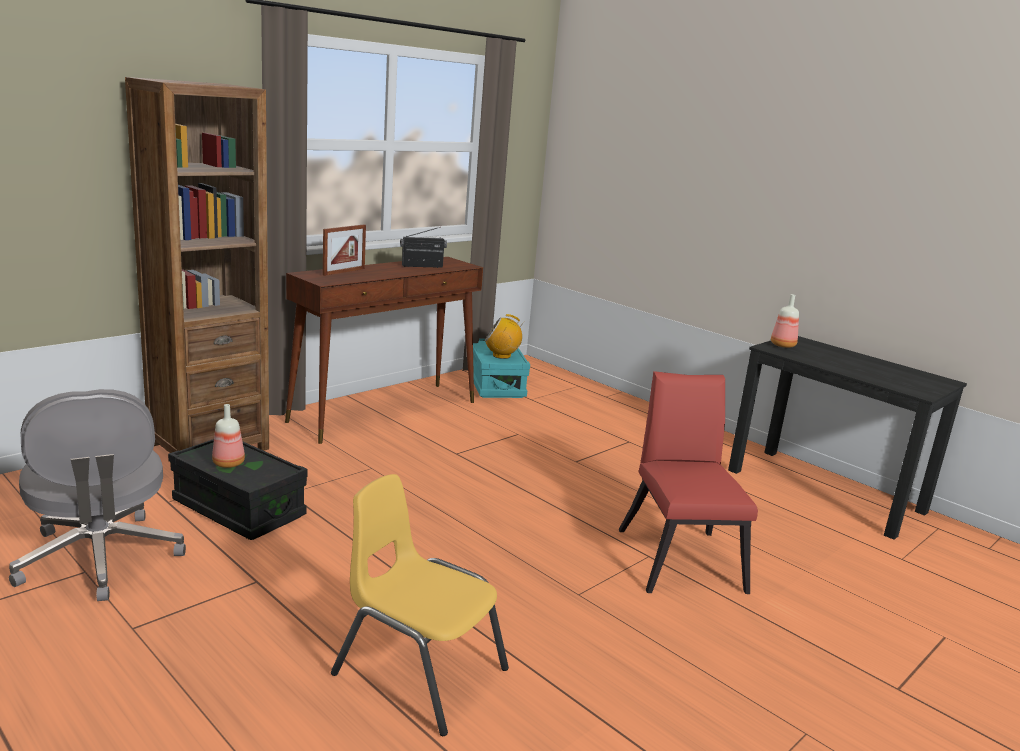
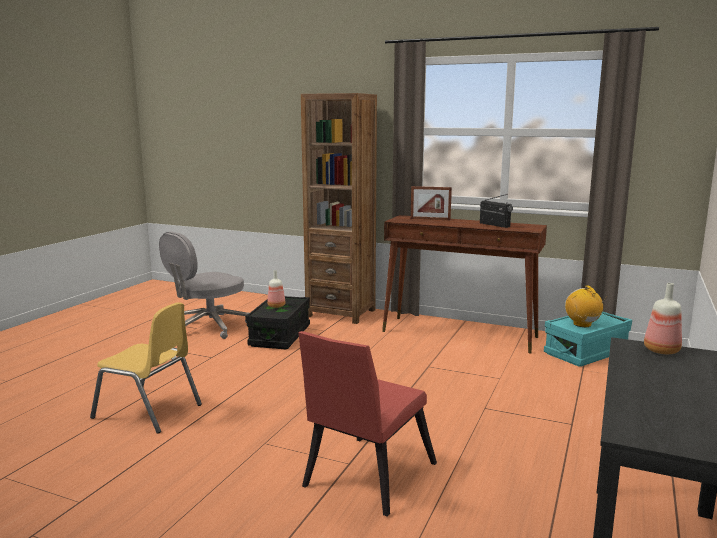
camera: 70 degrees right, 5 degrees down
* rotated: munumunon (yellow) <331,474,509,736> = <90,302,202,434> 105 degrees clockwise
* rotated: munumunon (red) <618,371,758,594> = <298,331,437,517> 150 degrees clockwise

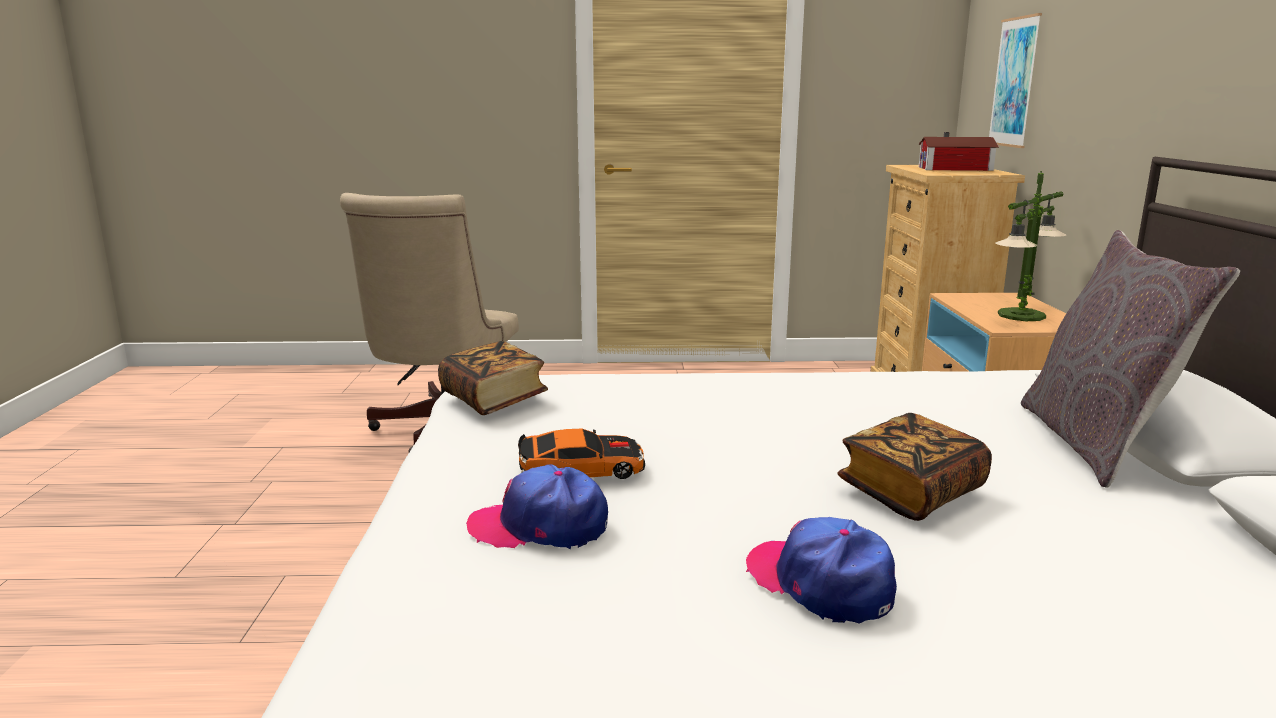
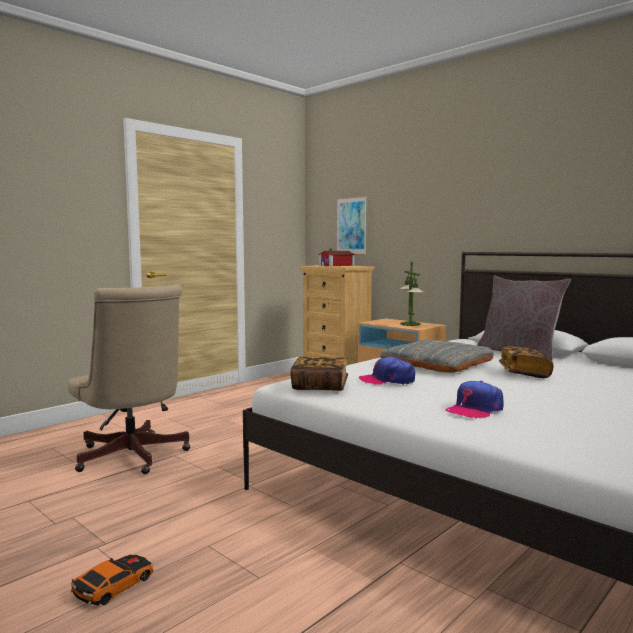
camera: 45 degrees left, 10 degrees down
* new: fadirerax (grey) <380,340,494,373>
* shifted: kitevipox <518,429,645,479> to <71,555,153,606>
* shifted: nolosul <746,517,897,623> to <359,357,415,385>

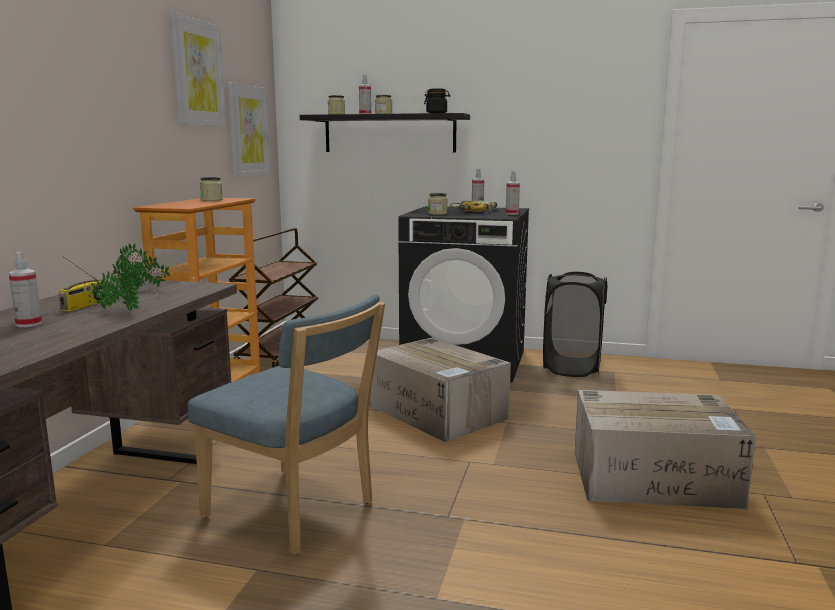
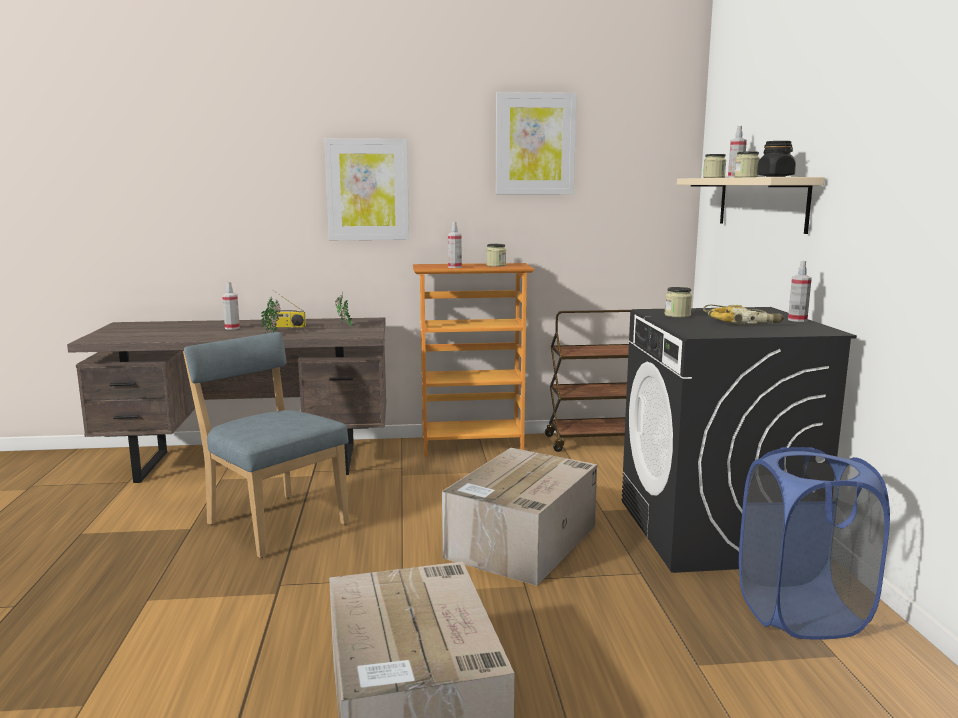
camera: 70 degrees right, 0 degrees up
* shifted: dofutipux <228,82,270,177> to <324,139,409,240>
* shifted: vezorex <506,171,520,215> to <448,222,462,268>
* repainted: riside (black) <300,113,470,152> to riside (beige) <677,177,825,234>
* repainted: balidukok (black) <543,272,607,377> to balidukok (blue) <739,447,890,640>
* rotated: munumunon (blue) <188,294,385,555> = <183,332,349,558> 120 degrees clockwise

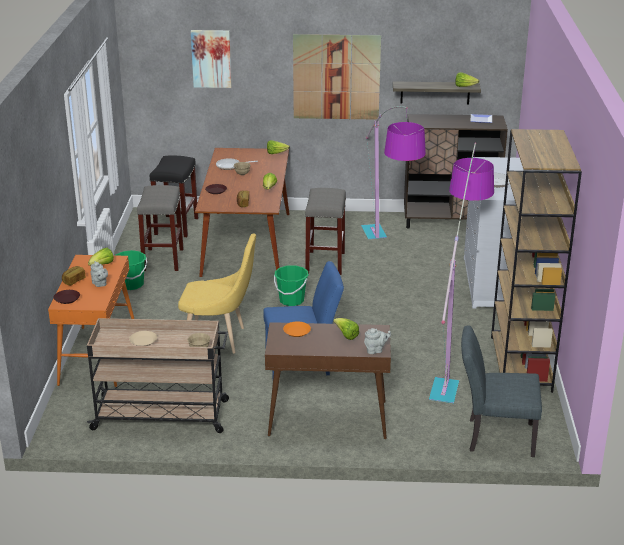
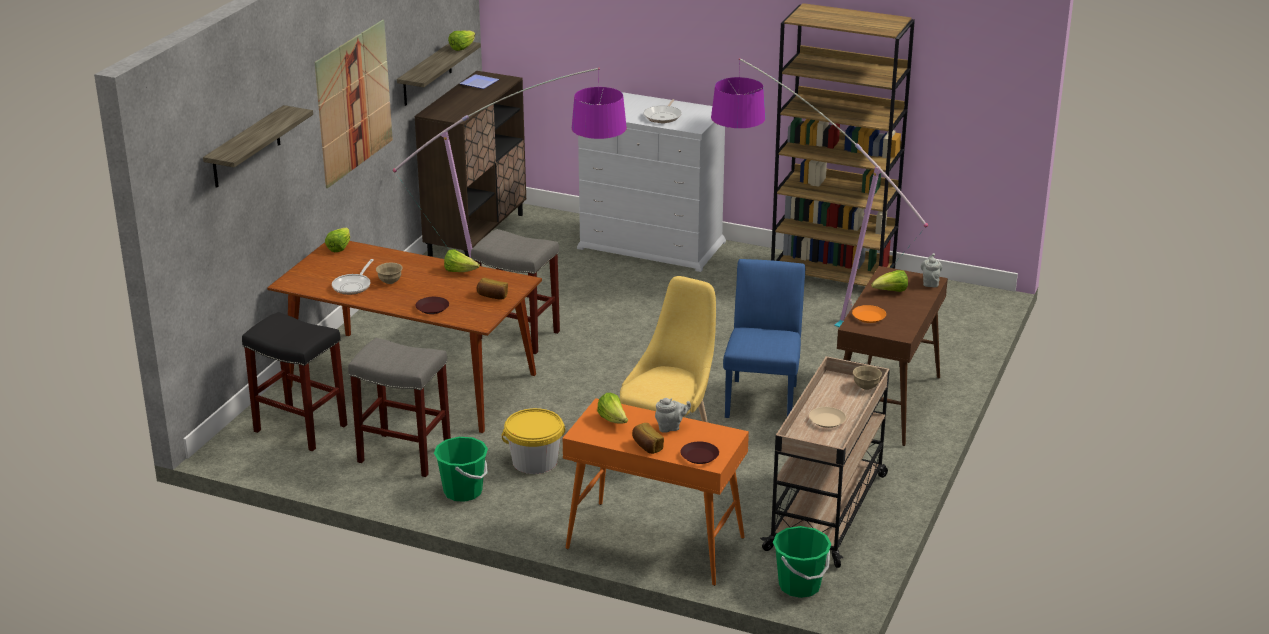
camera: 70 degrees left, 0 degrees up
* gone: munumunon (grey) <461,326,542,457>
* new: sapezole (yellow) <502,408,565,474>
* shifted: sapezole (green) <274,265,308,306> to <773,526,831,598>
* swapped: dofutipux <191,30,232,88> to riside <203,105,313,188>

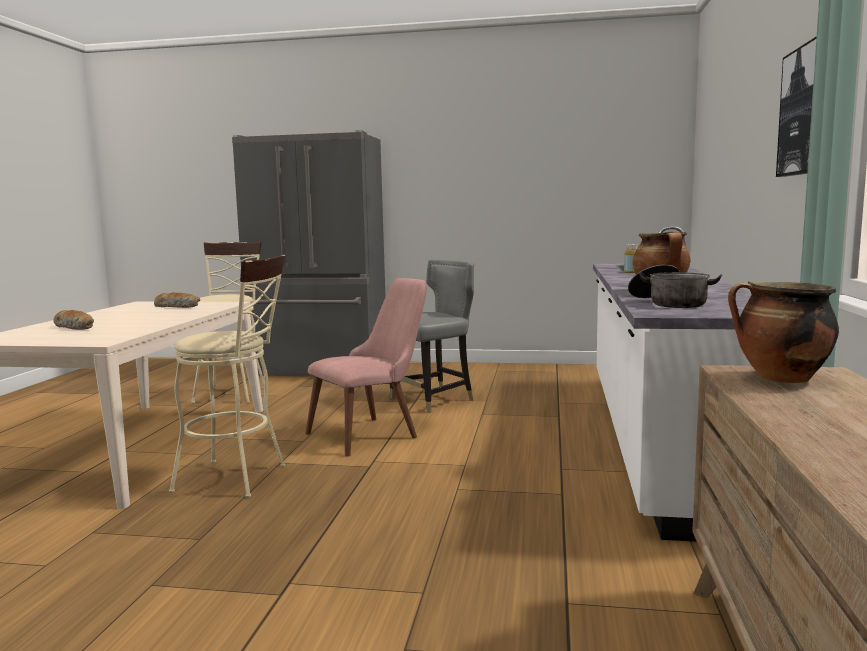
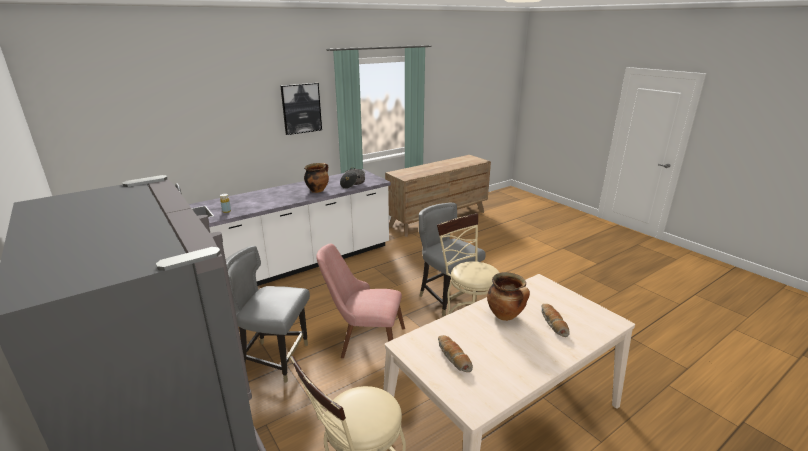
camera: 135 degrees left, 15 degrees up
* new: munumunon (grey) <419,203,486,316>
* shifted: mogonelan <728,282,839,383> to <487,272,530,321>

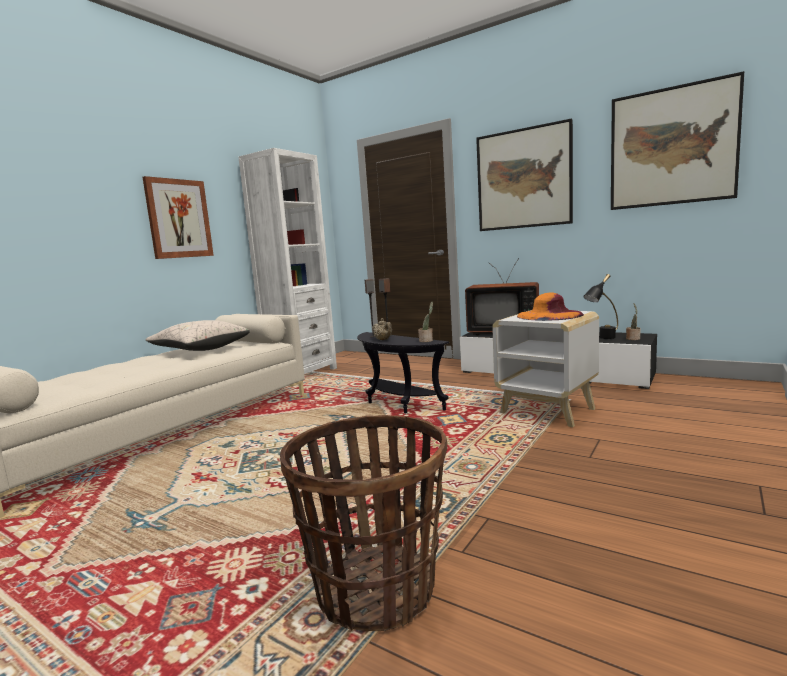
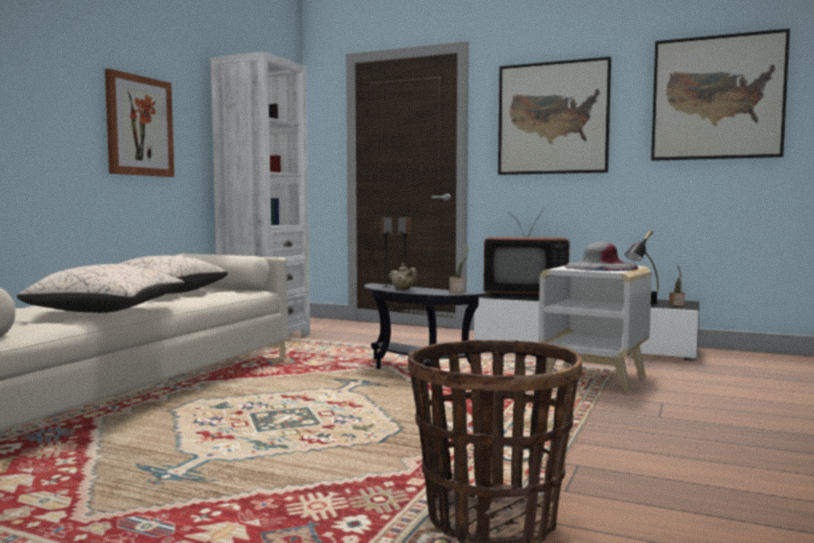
camera: 10 degrees left, 5 degrees down
* new: fadirerax (beige) <17,264,184,313>
* repainted: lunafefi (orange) <517,292,584,321> to lunafefi (grey) <565,242,639,271>

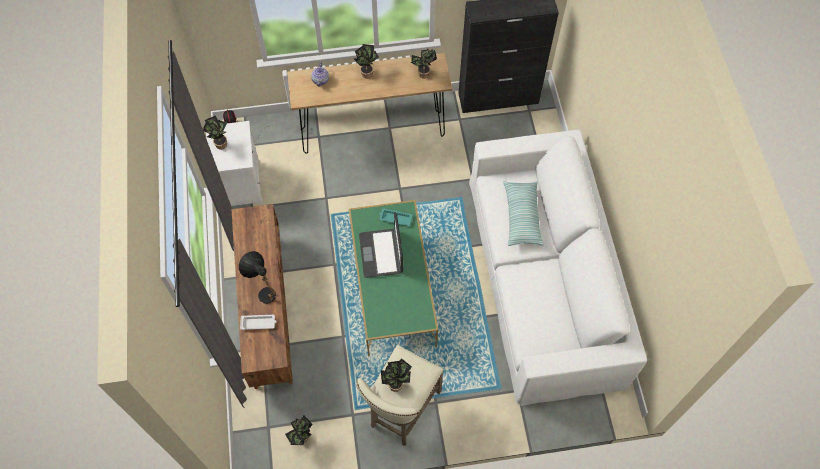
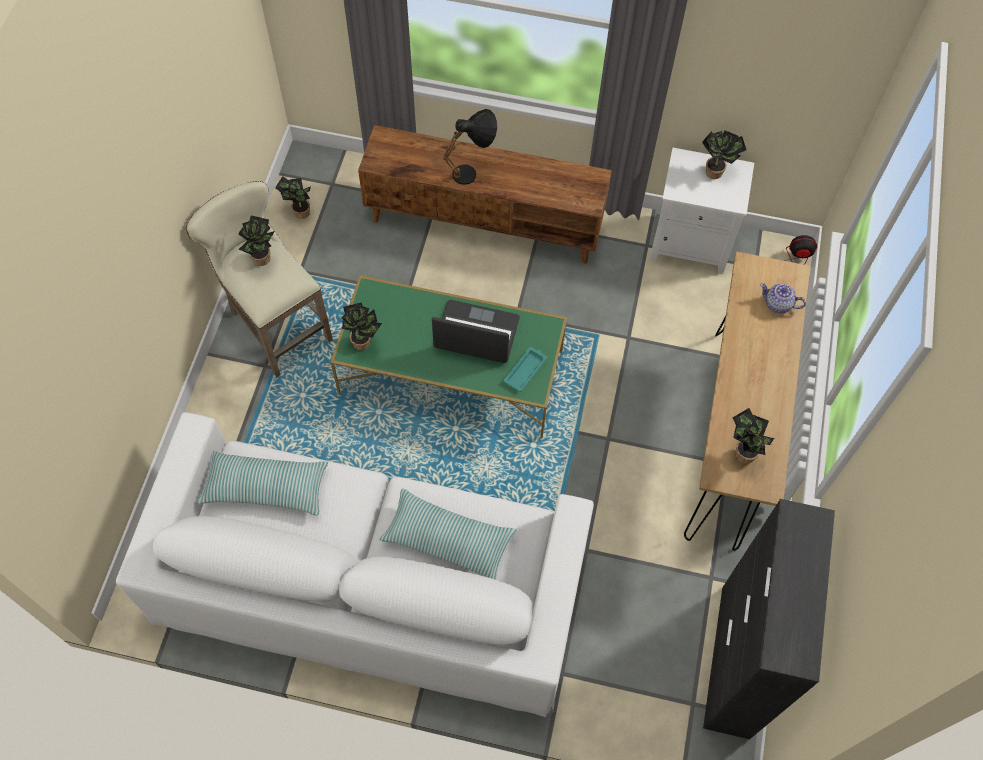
camera: 110 degrees right, 0 degrees up
* gone: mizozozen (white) <240,315,277,330>
* new: fadirerax <197,451,328,516>
* shifted: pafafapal <353,44,379,79> to <341,302,382,350>

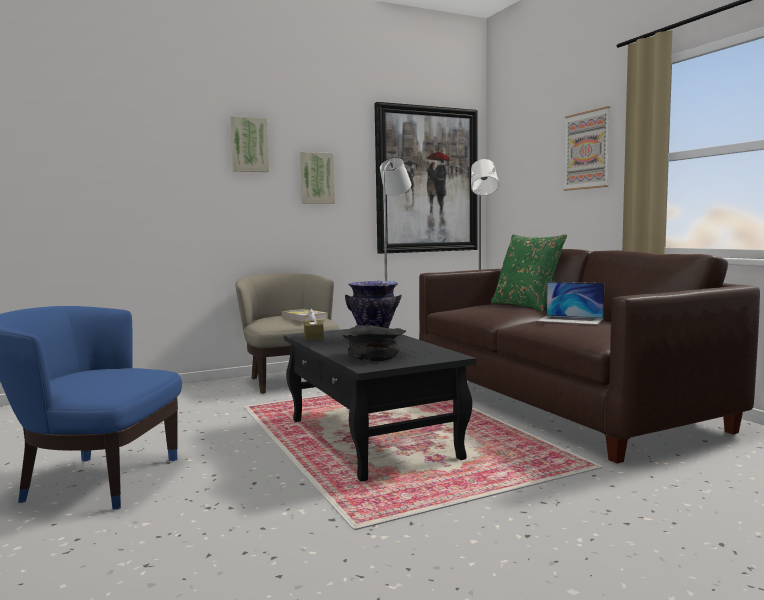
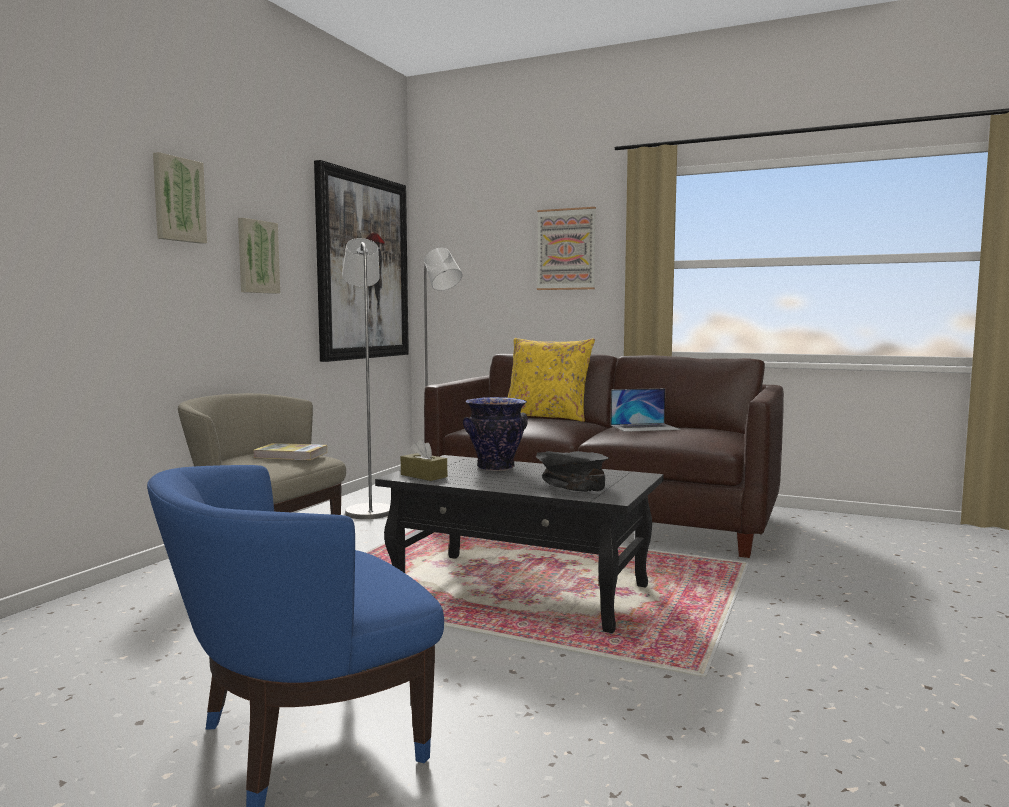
camera: 40 degrees left, 0 degrees up
* repainted: fadirerax (green) <491,234,567,312> to fadirerax (yellow) <507,338,595,422>

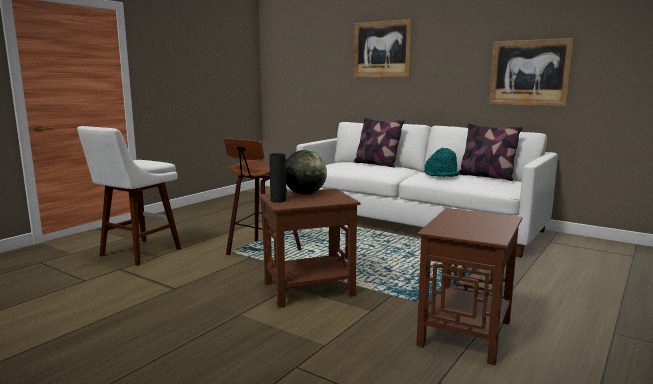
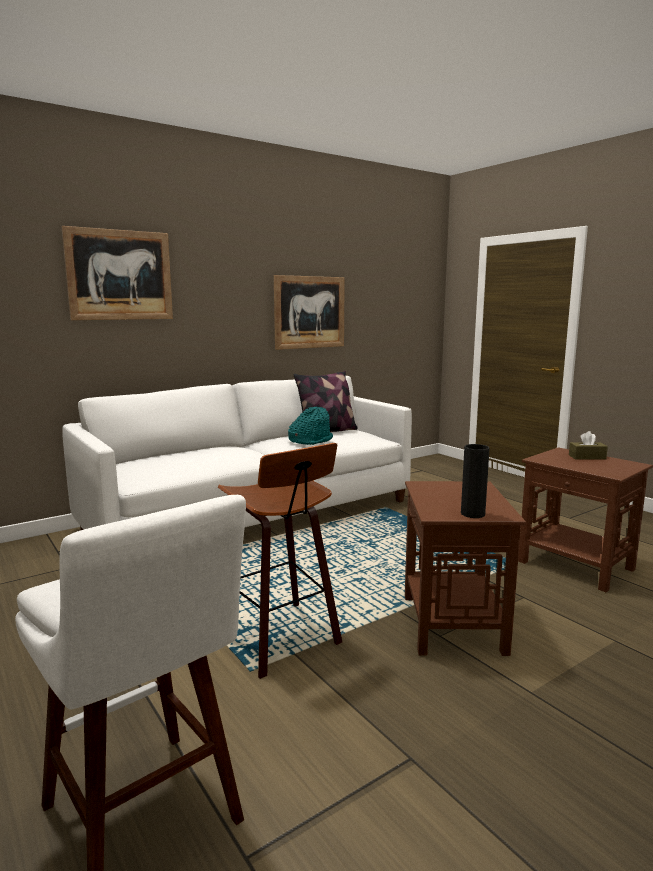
camera: 70 degrees left, 0 degrees up
* gone: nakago <286,150,327,195>
* gone: fadirerax <354,117,405,167>
* new: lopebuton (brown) <569,431,608,460>

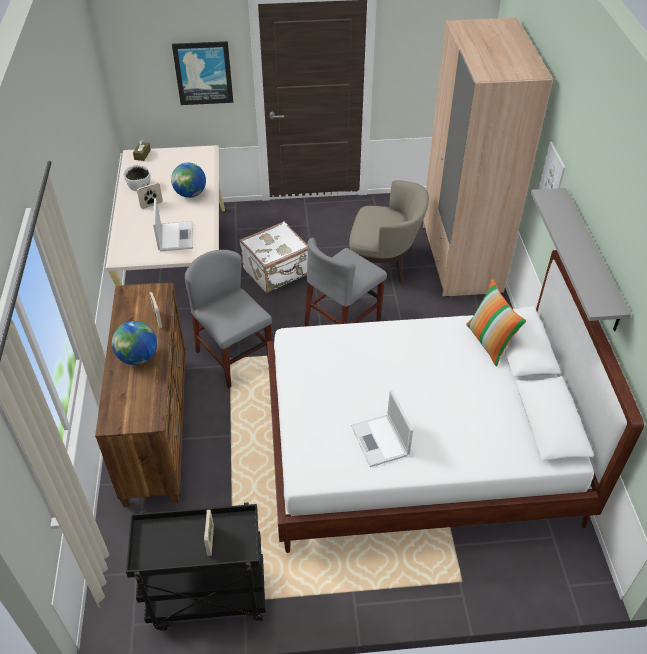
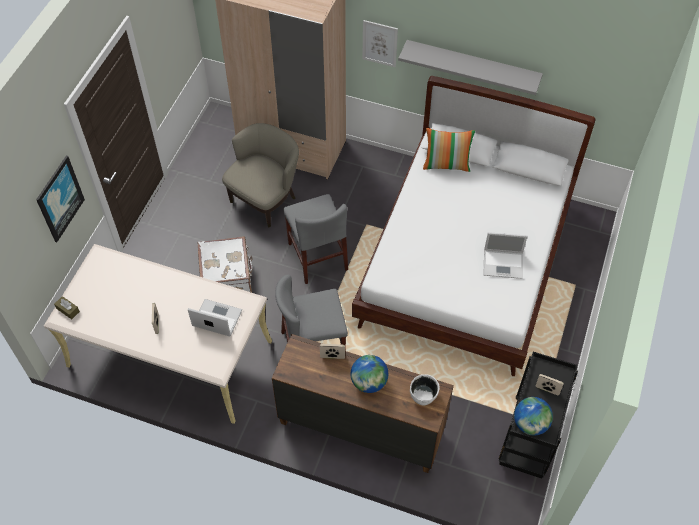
camera: 65 degrees left, 10 degrees up
* shifted: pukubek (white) <123,165,151,191> to <410,374,440,405>
* shifted: nakago <171,163,206,198> to <514,397,553,435>

